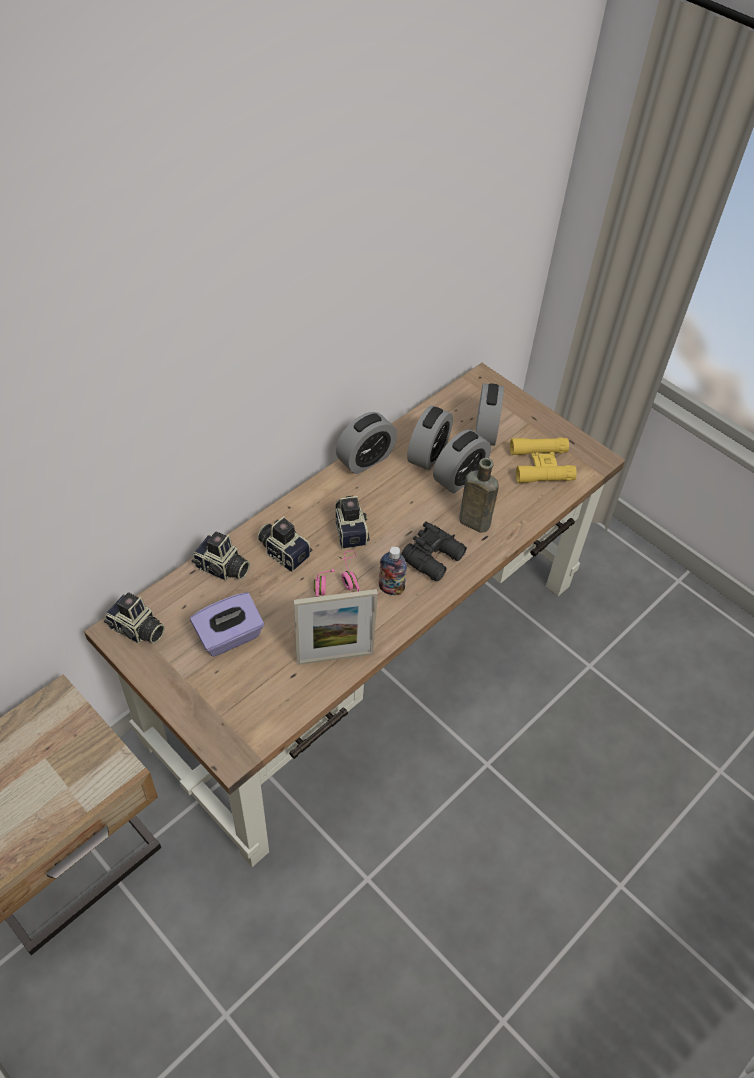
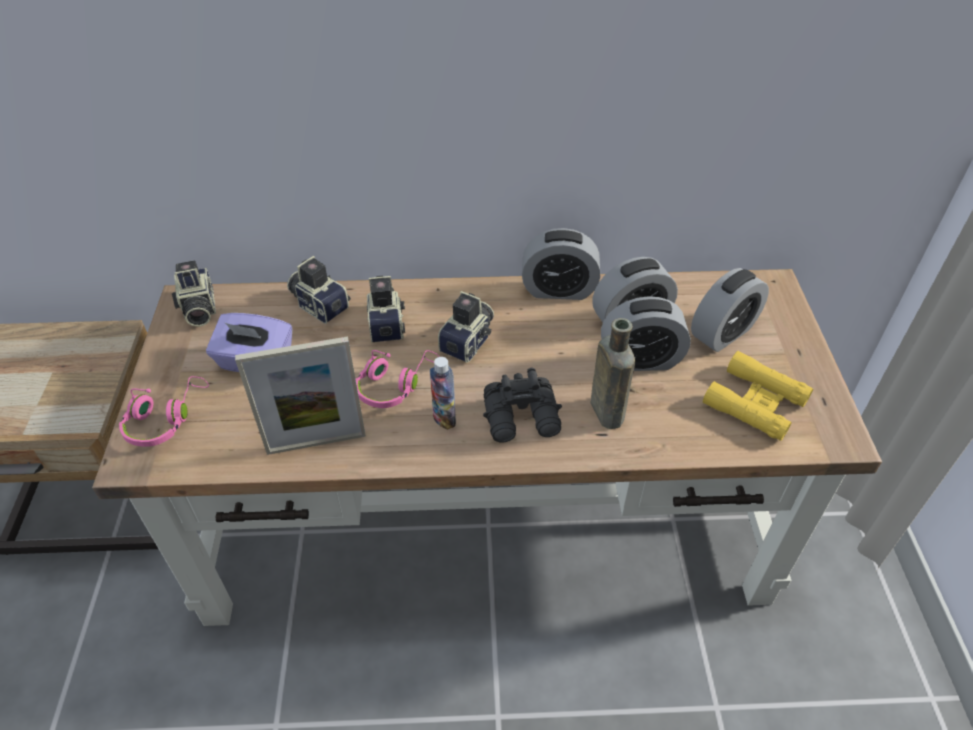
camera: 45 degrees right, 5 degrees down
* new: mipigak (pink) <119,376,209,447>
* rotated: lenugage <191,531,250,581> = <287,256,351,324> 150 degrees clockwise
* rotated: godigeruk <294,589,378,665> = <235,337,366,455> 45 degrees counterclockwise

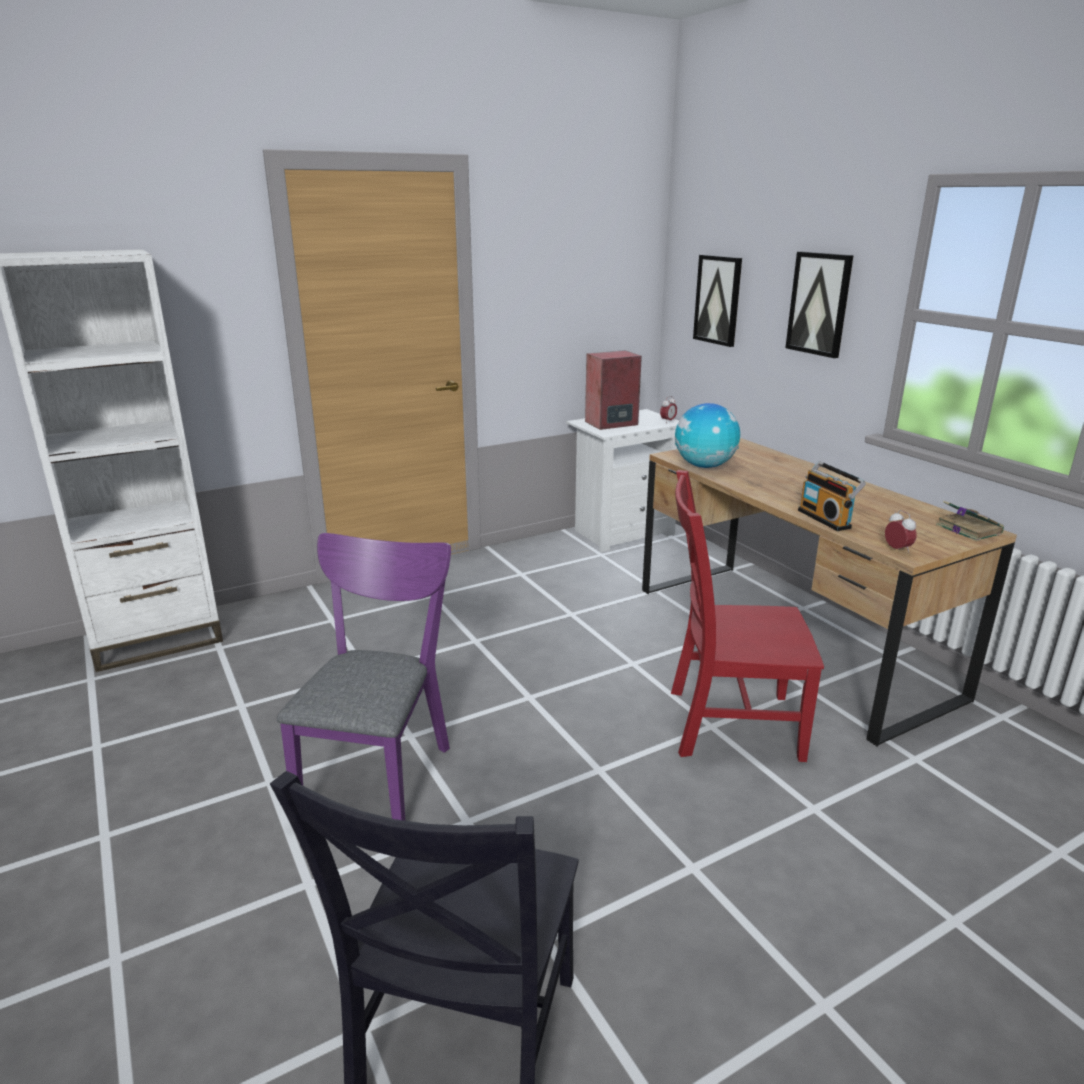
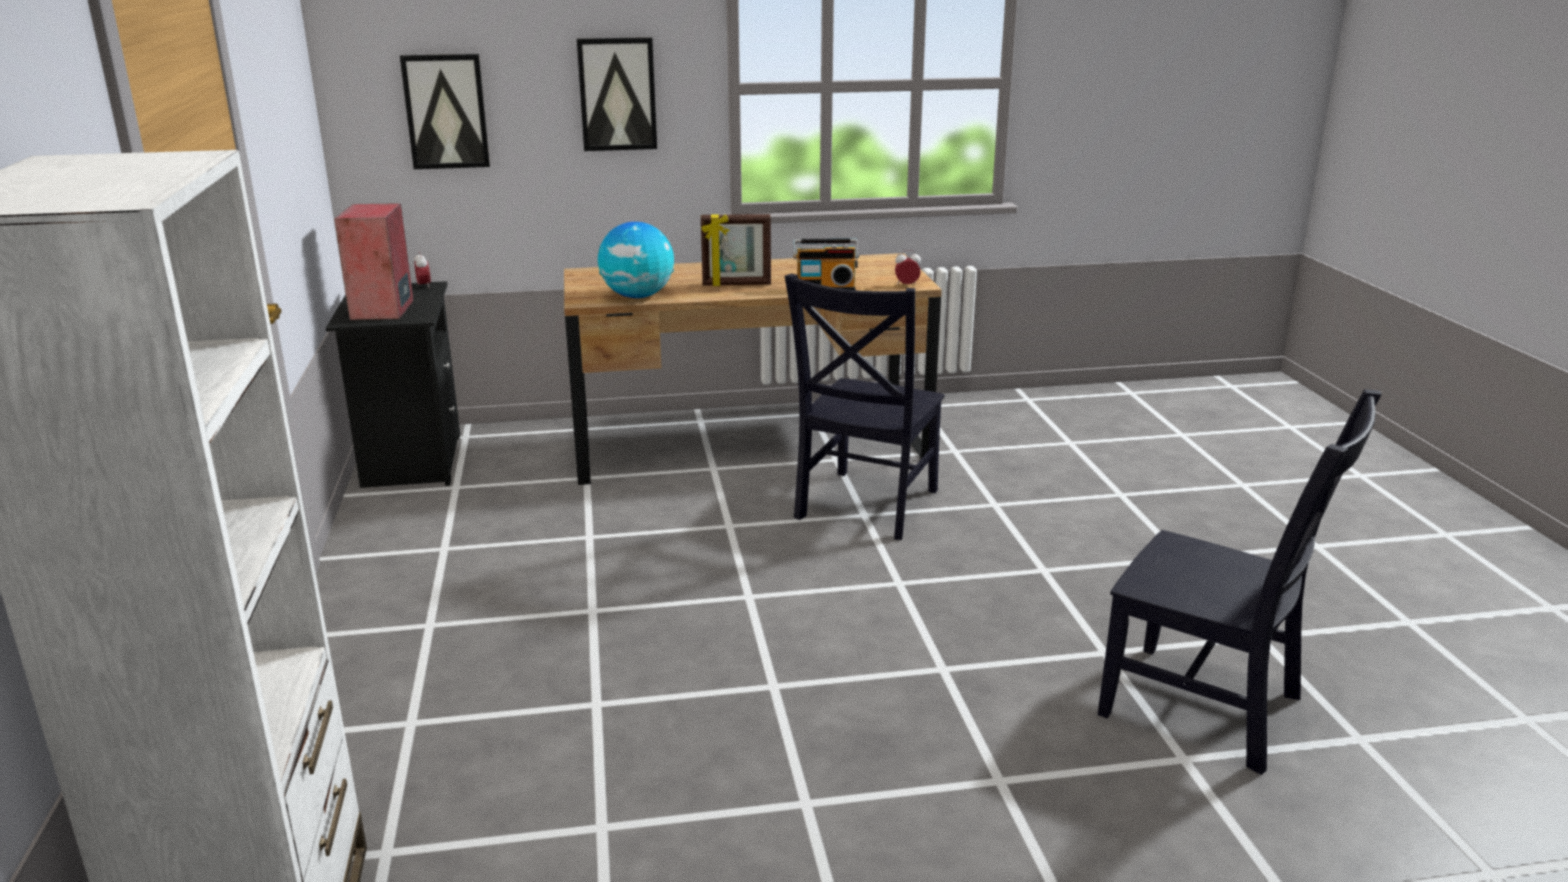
camera: 70 degrees left, 0 degrees up
* gone: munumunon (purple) <277,533,451,821>
* gone: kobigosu <936,501,1004,541>
* new: godigeruk <701,214,771,286>
* repainted: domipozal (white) <566,409,679,552> to domipozal (black) <326,281,460,488>
* repainted: munumunon (red) <671,470,824,762> to munumunon (black) <785,274,945,540>

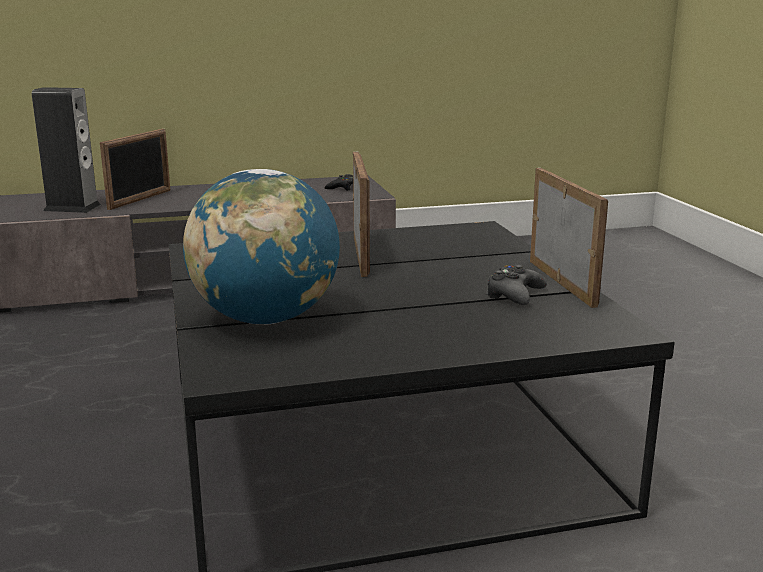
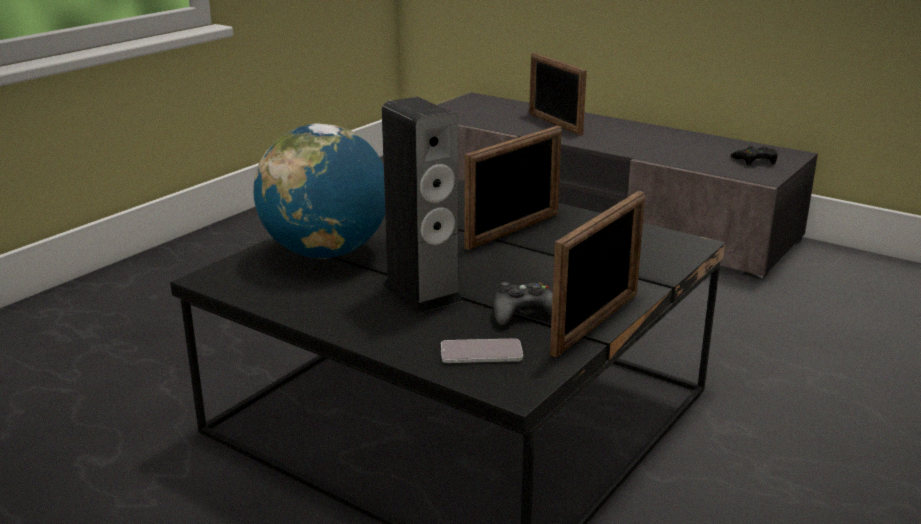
camera: 50 degrees right, 5 degrees up
* new: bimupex <441,339,523,363>
* shifted: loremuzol <32,87,101,213> to <382,97,463,313>
* rotated: godigeruk <100,129,170,210> = <529,53,587,135> 75 degrees clockwise

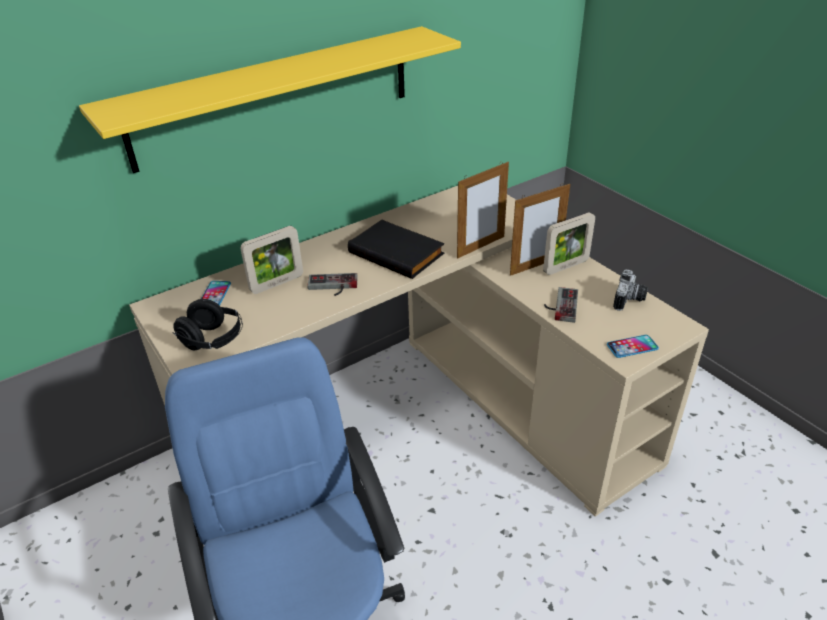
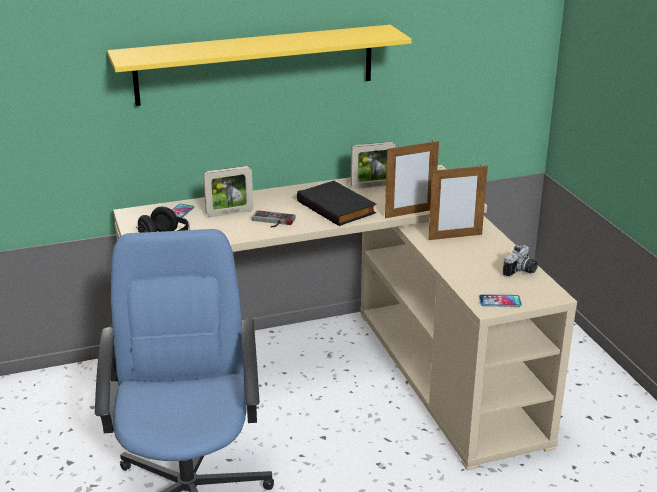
camera: 15 degrees right, 10 degrees down
* gone: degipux <544,287,578,323>
* shifted: godigeruk <543,212,595,275> to <351,142,396,189>

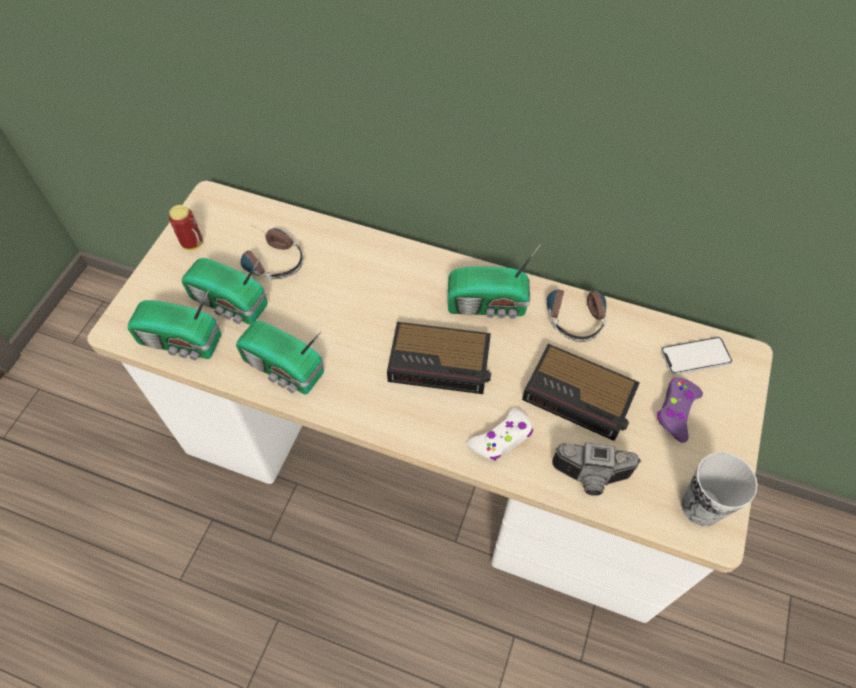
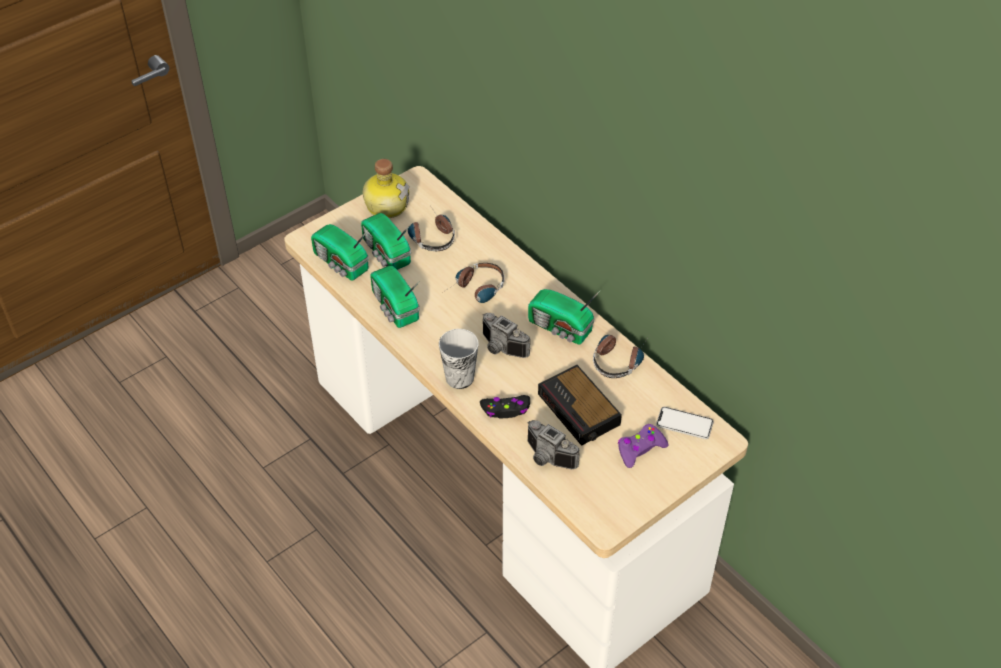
camera: 30 degrees right, 10 degrees down
* new: mipigak <442,263,505,303>
* shifted: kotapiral <681,452,758,526> to <439,329,478,389>
* swapped: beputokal <169,205,203,250> to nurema <363,159,409,218>
* swapped: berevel <387,322,491,394> to lenugage <482,313,530,358>
* repainted: degipux (white) <467,409,533,461> to degipux (black) <480,395,530,418>

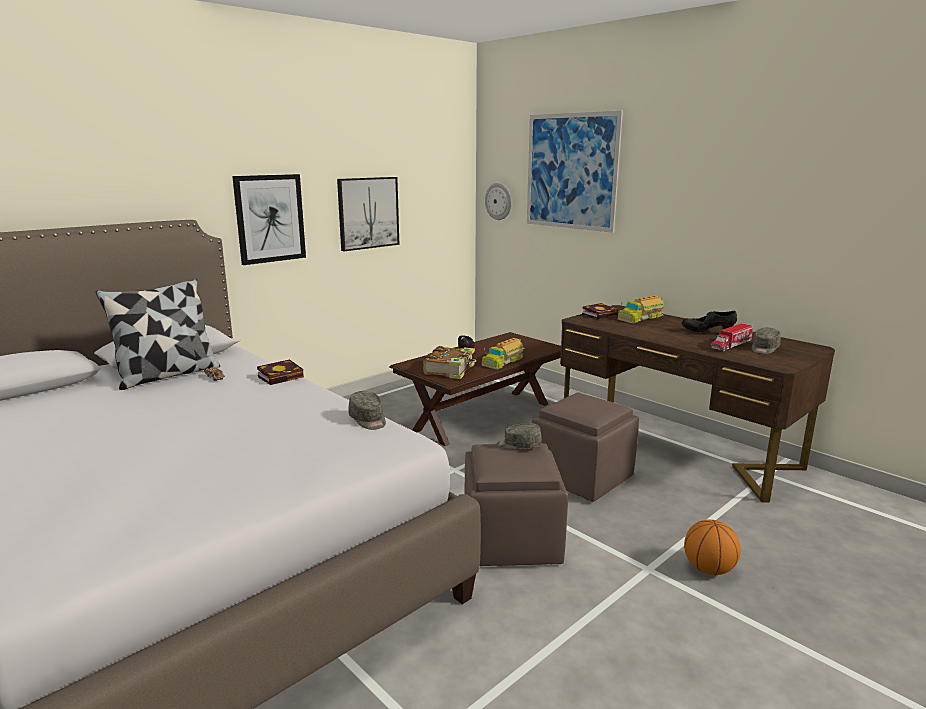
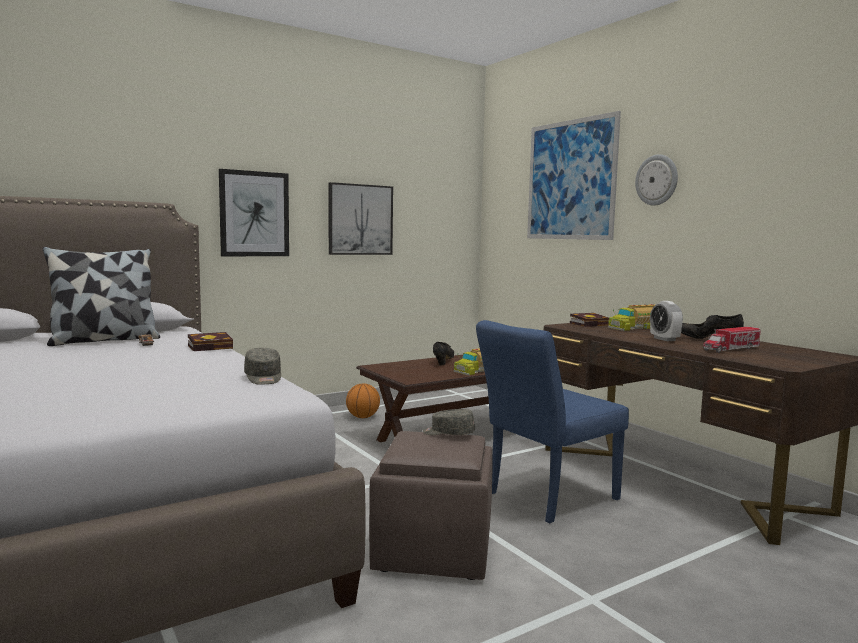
camera: 10 degrees right, 10 degrees down
* gone: kobigosu <423,346,477,379>
* gone: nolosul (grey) <752,328,781,354>
* new: berevel <650,301,683,341>
* shifted: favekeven <485,183,511,220> to <635,154,678,206>
* shifted: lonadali <684,520,741,575> to <346,383,380,418>
* swapped: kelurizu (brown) <532,392,639,502> to munumunon (blue) <476,320,629,523>

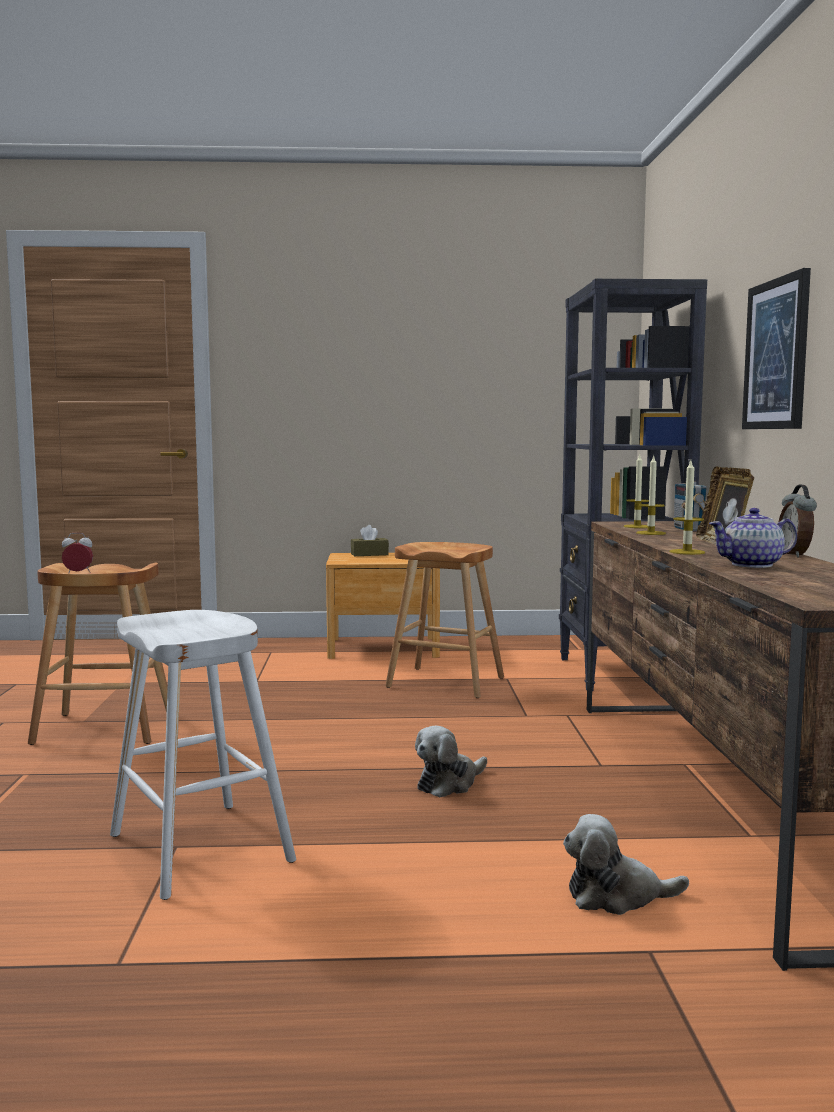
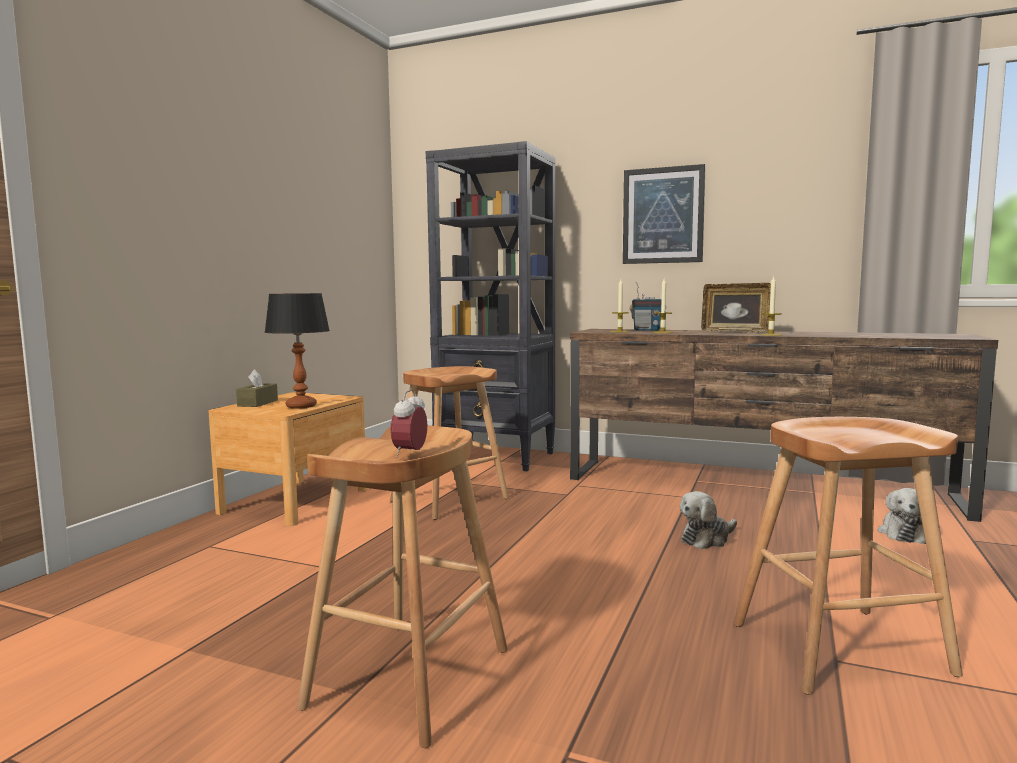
camera: 65 degrees left, 0 degrees up
* gone: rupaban <709,508,797,568>
* gone: berevel <778,484,817,557>
* new: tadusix <265,293,330,409>
* repainted: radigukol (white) <110,610,296,900> to radigukol (brown) <734,417,963,695>
* rotated: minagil <415,726,487,798> = <680,491,737,549> 75 degrees clockwise

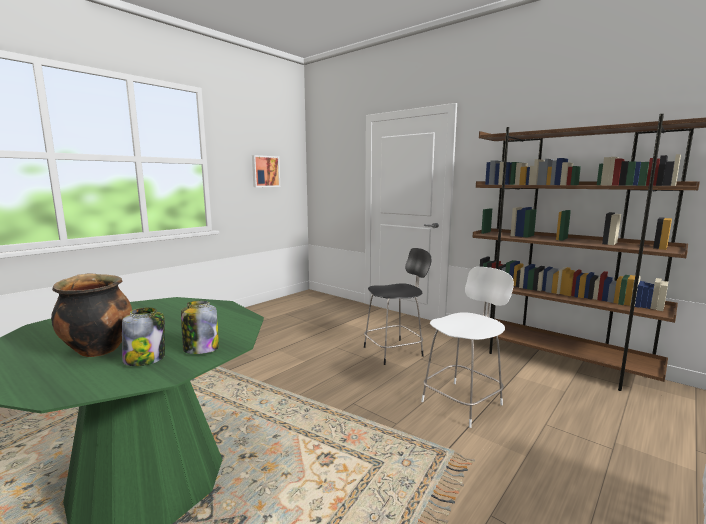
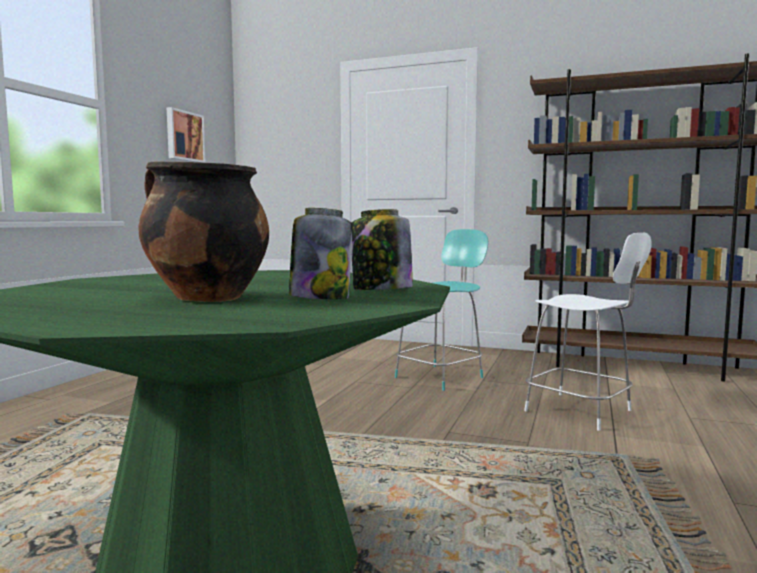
camera: 20 degrees left, 5 degrees down
* repainted: munumunon (black) <364,248,432,365> to munumunon (turquoise) <395,229,488,391>
* rotated: munumunon (white) <421,267,514,428> = <524,232,652,431> 105 degrees clockwise

